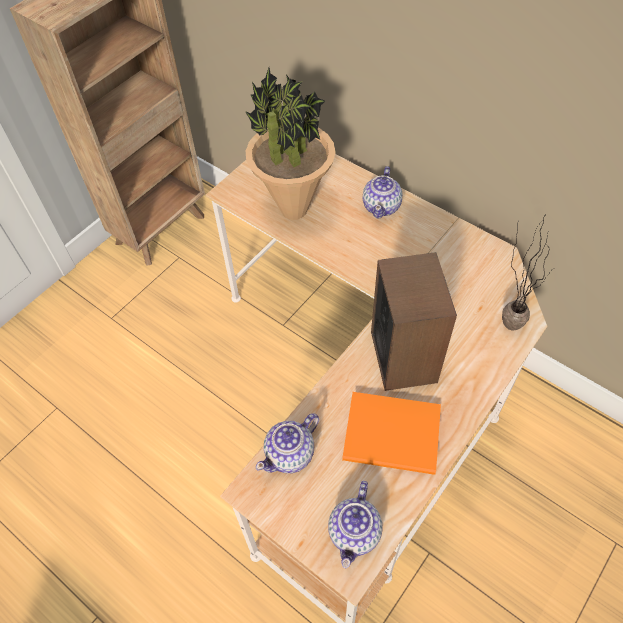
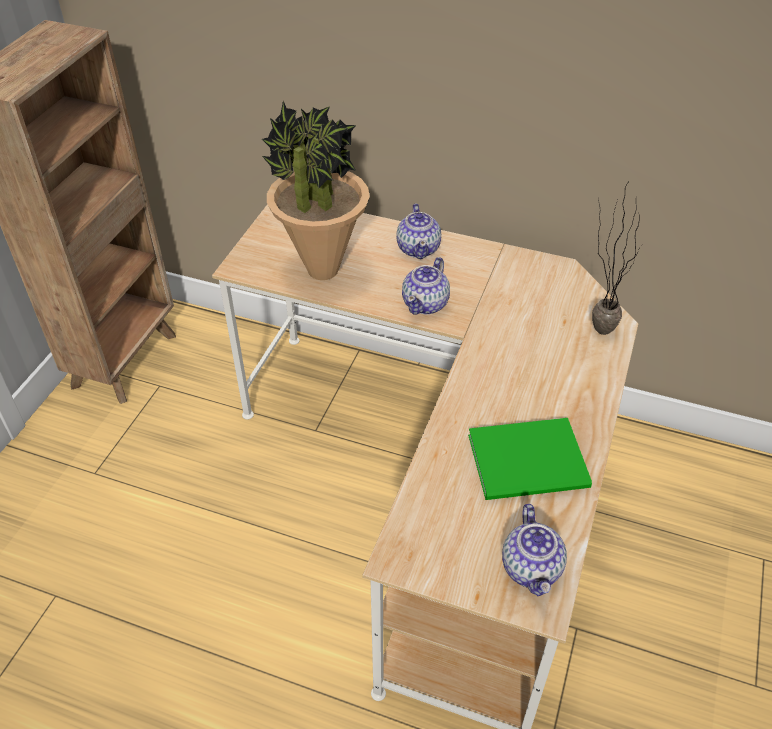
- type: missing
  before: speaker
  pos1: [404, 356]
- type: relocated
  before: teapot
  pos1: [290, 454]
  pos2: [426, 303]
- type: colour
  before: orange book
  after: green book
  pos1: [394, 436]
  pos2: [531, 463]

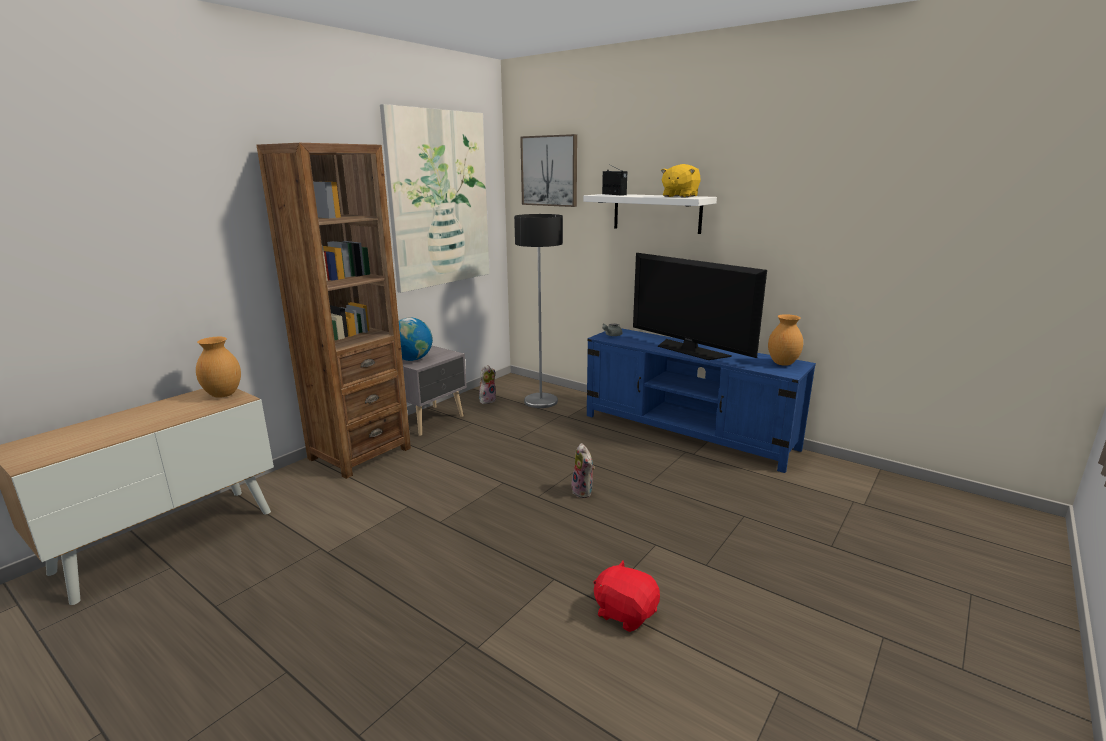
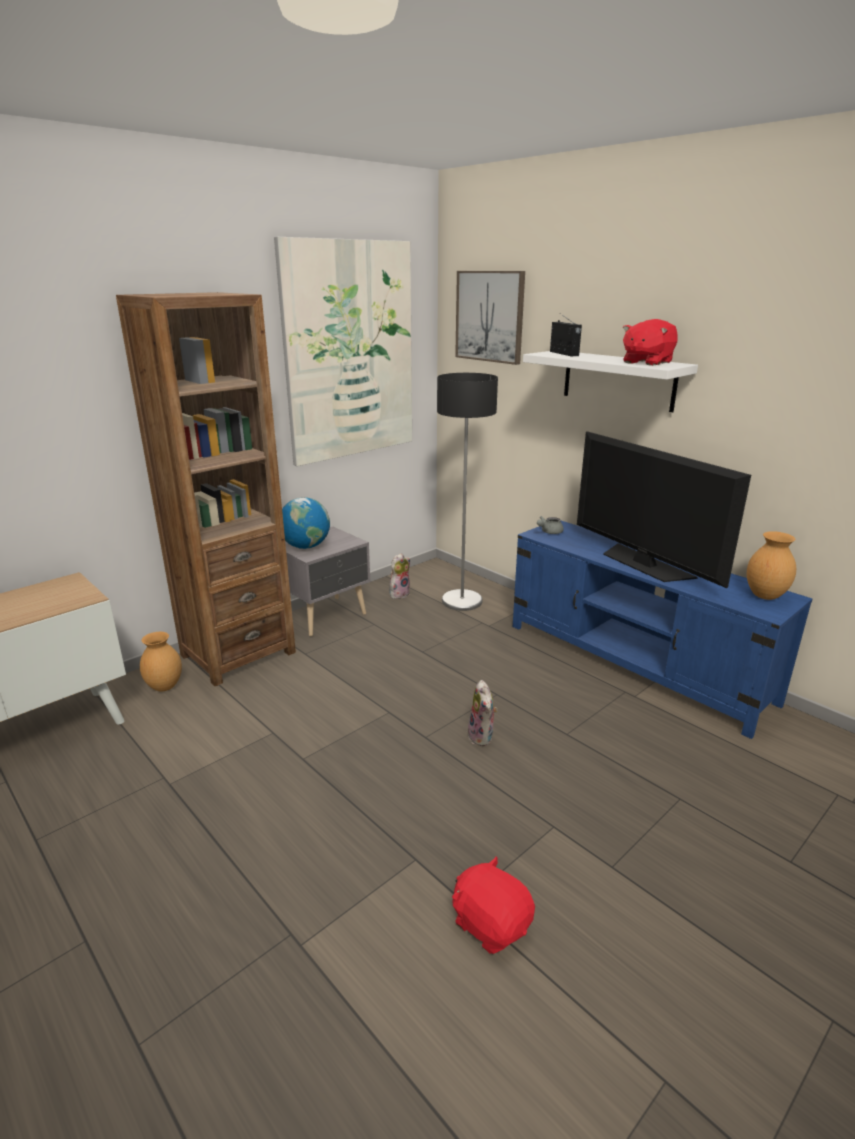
- type: relocated
  before: brown vase
  pos1: [224, 394]
  pos2: [165, 686]
- type: colour
  before: yellow plush toy
  after: red plush toy
  pos1: [679, 196]
  pos2: [646, 362]

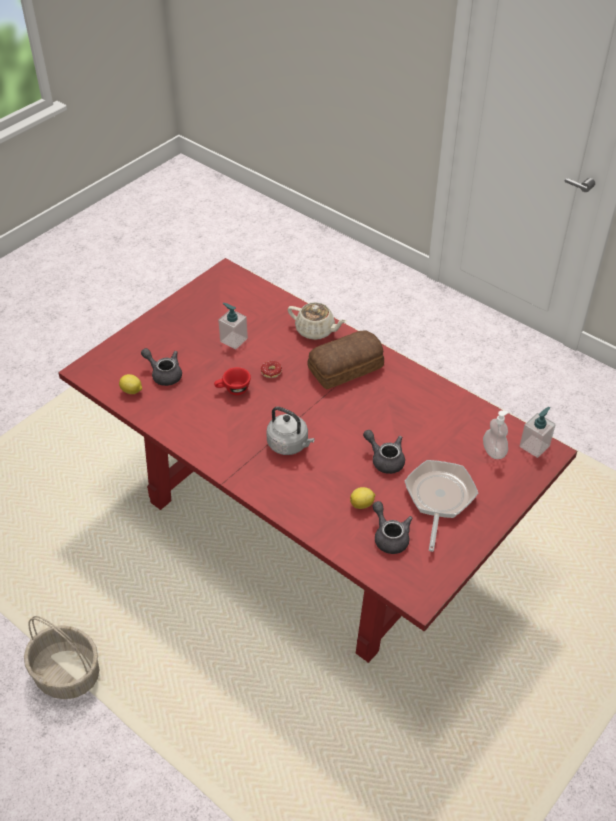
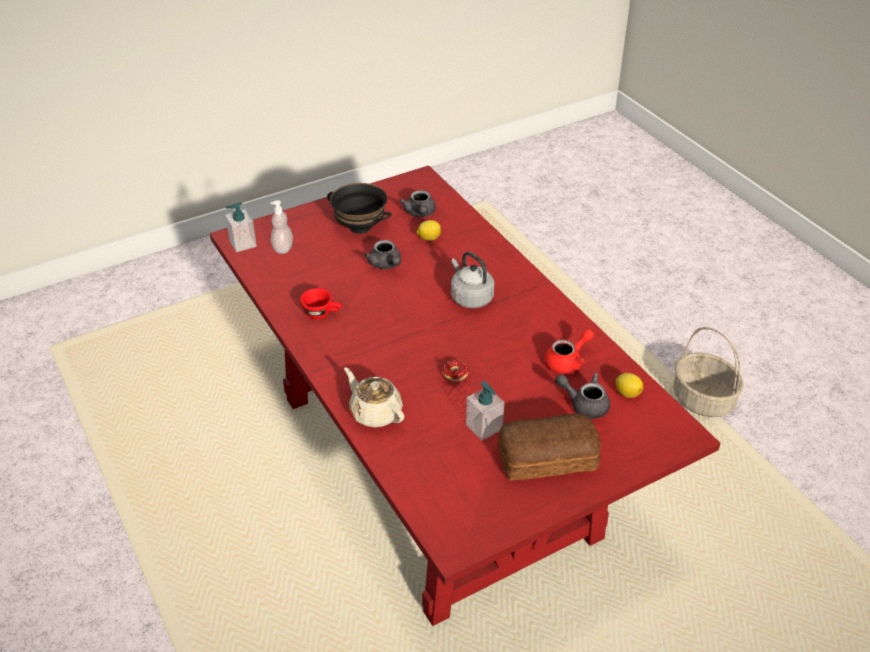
- type: appeared
  after: red teapot
  pos2: [567, 361]
- type: relocated
  before: red cup
  pos1: [233, 390]
  pos2: [322, 313]
- type: relocated
  before: bread
  pos1: [347, 368]
  pos2: [545, 456]
- type: exchanged
  before: frying pan
  after: black bowl
  pos1: [439, 499]
  pos2: [360, 227]
- type: spun
  before: grey teapot
  pos1: [164, 374]
  pos2: [584, 404]
  turn: 150

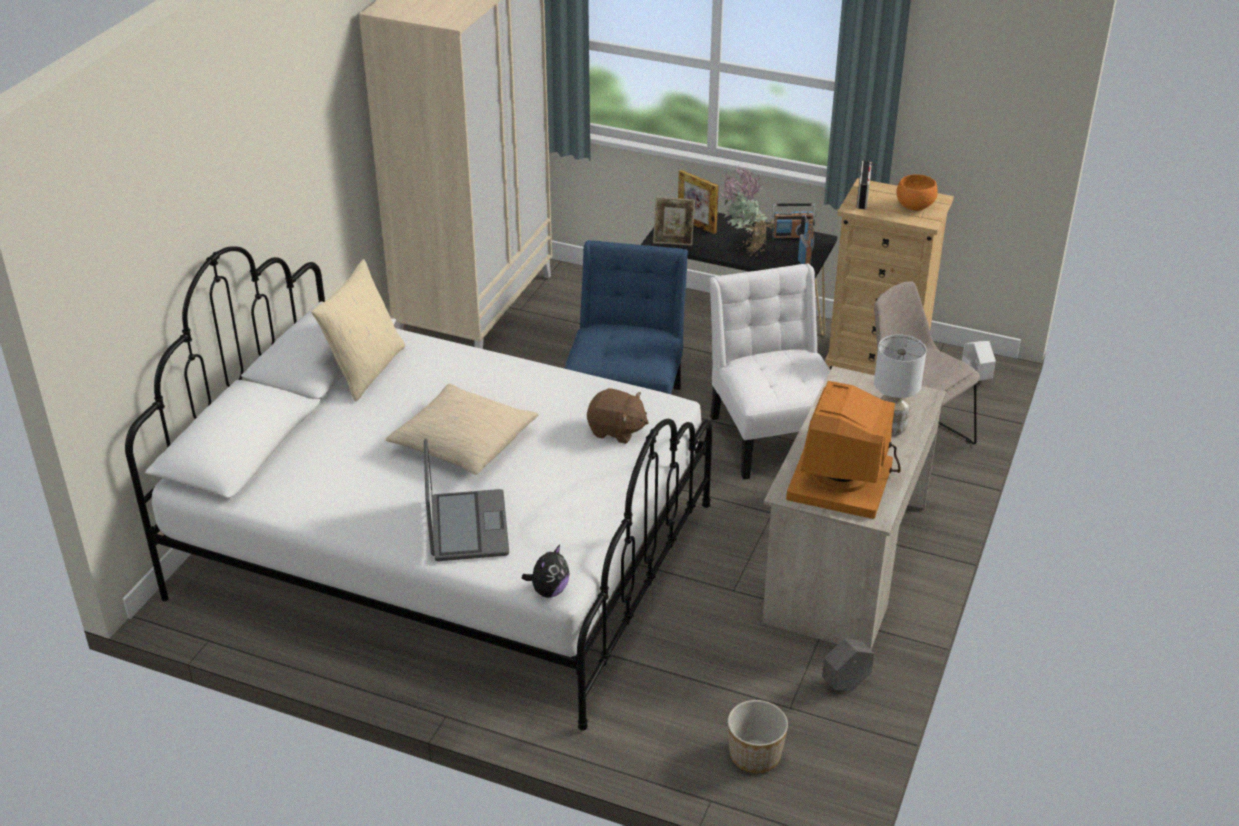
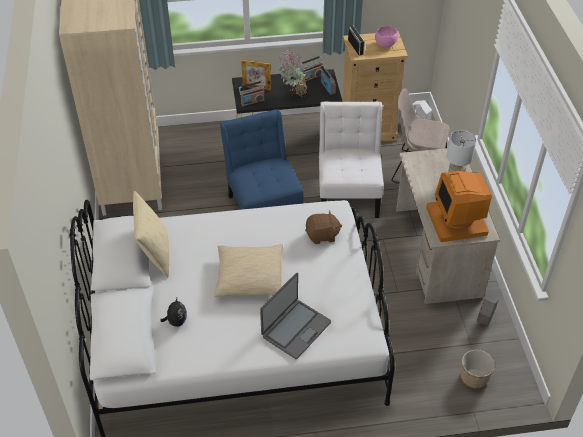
- type: relocated
  before: plush toy
  pos1: [549, 591]
  pos2: [176, 321]
- type: exchanged
  before: picture frame
  after: radio
  pos1: [673, 240]
  pos2: [252, 102]
- type: colour
  before: orange bowl
  after: pink bowl
  pos1: [914, 206]
  pos2: [385, 44]
- type: spun
  before: laptop
  pos1: [467, 527]
  pos2: [295, 329]
  turn: 75
- type: spun
  before: white chair
  pos1: [771, 434]
  pos2: [348, 193]
  turn: 45

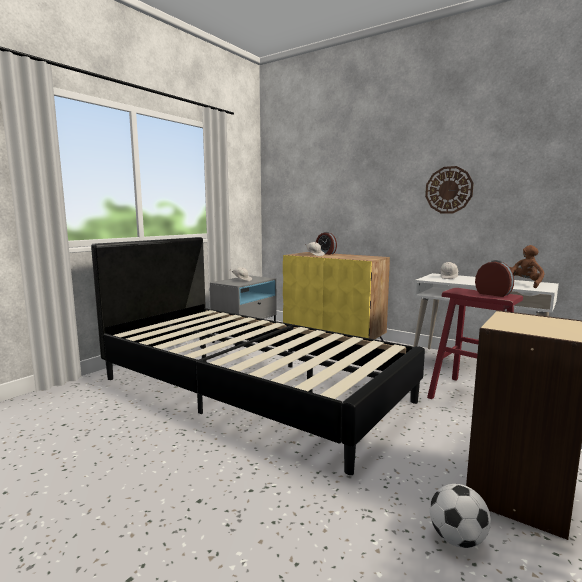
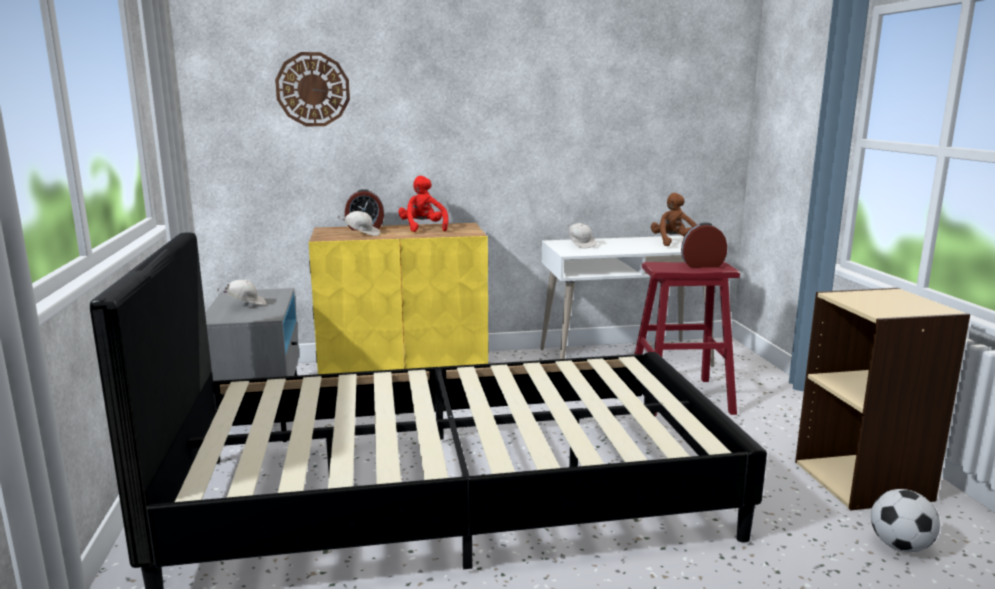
- type: appeared
  after: red plush toy
  pos2: [423, 228]
- type: relocated
  before: wall clock
  pos1: [448, 190]
  pos2: [313, 89]

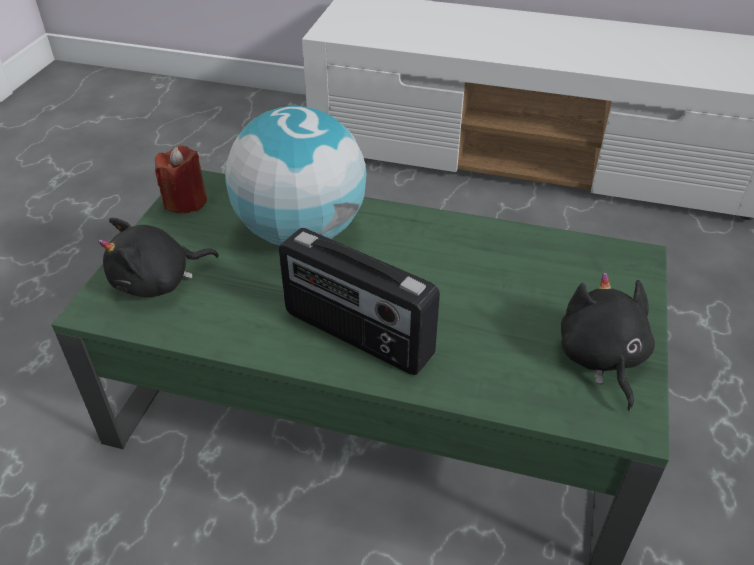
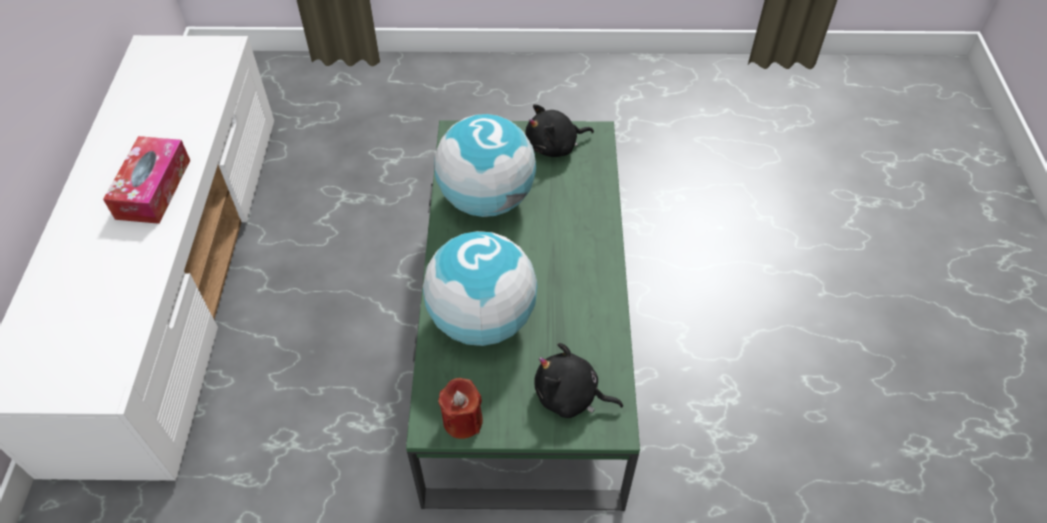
- type: missing
  before: radio
  pos1: [356, 335]
- type: appeared
  after: tissue box
  pos2: [153, 189]
- type: appeared
  after: globe
  pos2: [486, 199]
- type: spun
  before: black plush toy
  pos1: [158, 281]
  pos2: [570, 396]
  turn: 150

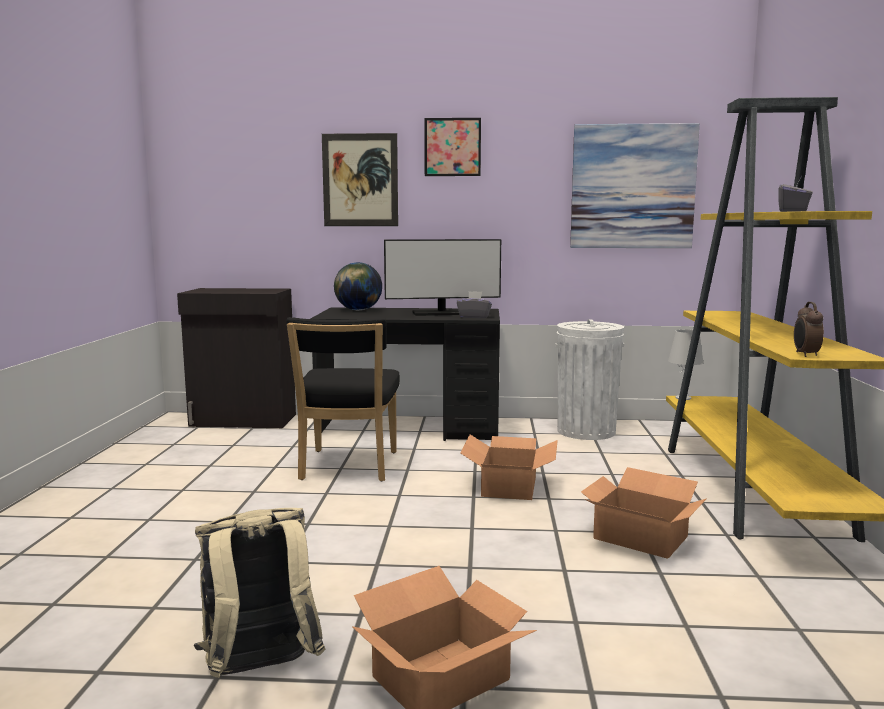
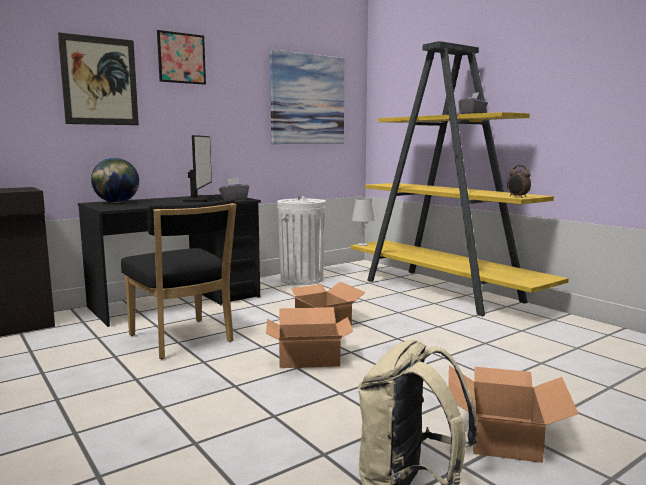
- type: relocated
  before: cardboard box
  pos1: [640, 537]
  pos2: [308, 357]
- type: spun
  before: monitor
  pos1: [442, 313]
  pos2: [199, 199]
  turn: -45

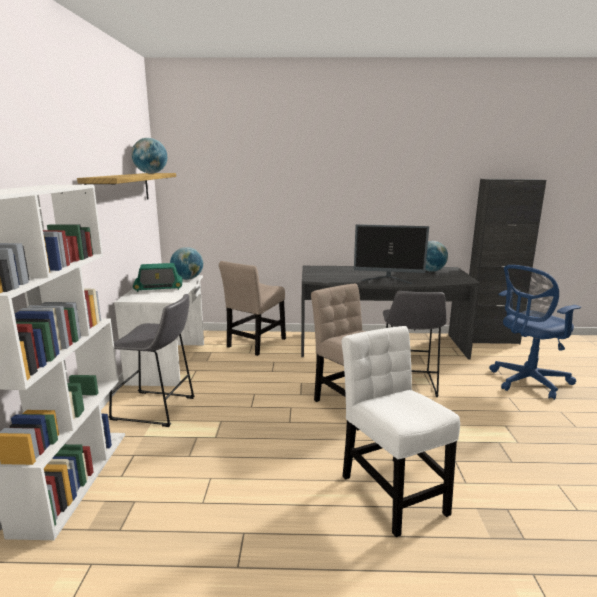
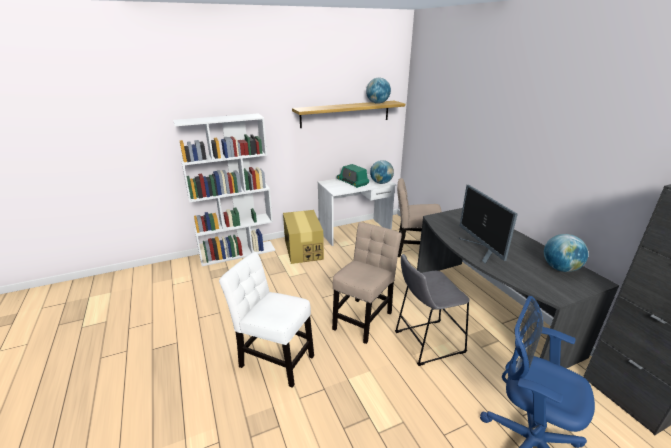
- type: exchanged
  before: grey stool
  after: cardboard box
  pos1: [157, 409]
  pos2: [303, 249]
- type: spun
  before: white chair
  pos1: [391, 490]
  pos2: [274, 359]
  turn: -105

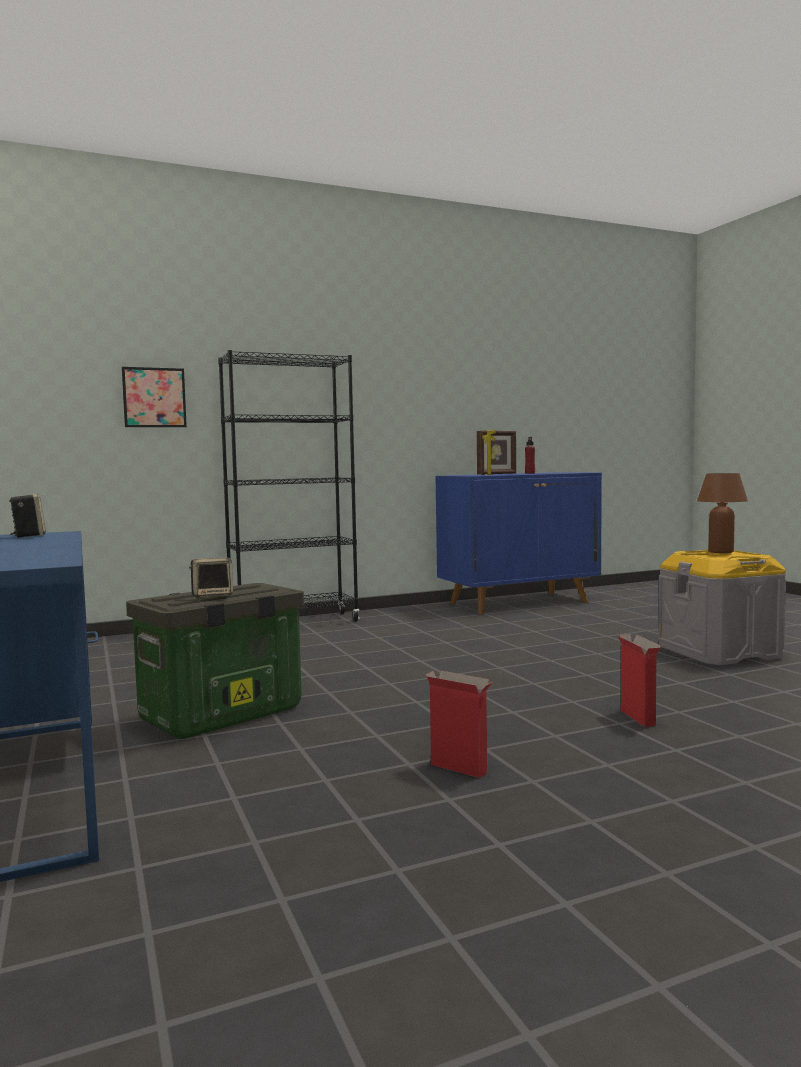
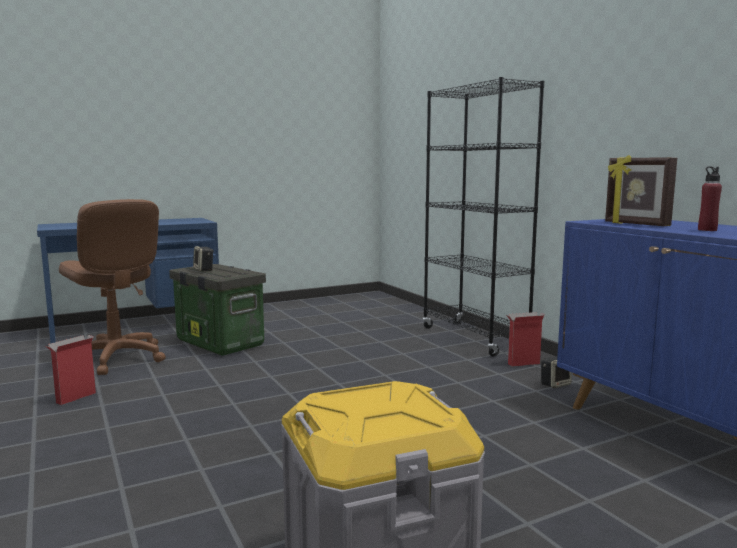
- type: missing
  before: picture
  pos1: [154, 397]
- type: missing
  before: brown table lamp
  pos1: [721, 552]
- type: appeared
  after: brown office chair
  pos2: [116, 358]
- type: relocated
  before: speaker
  pos1: [28, 536]
  pos2: [555, 384]
- type: relocated
  before: cardboard box
  pos1: [638, 718]
  pos2: [523, 364]

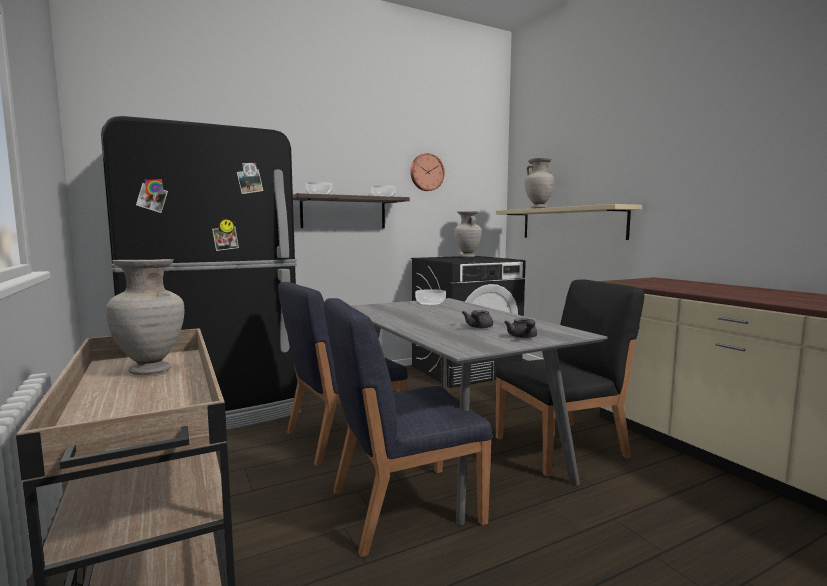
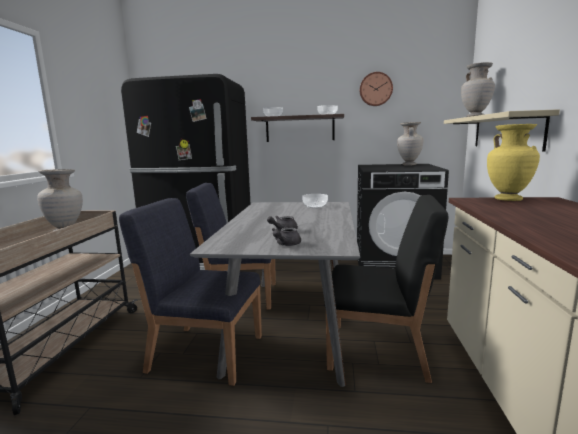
- type: appeared
  after: yellow vase
  pos2: [508, 199]

